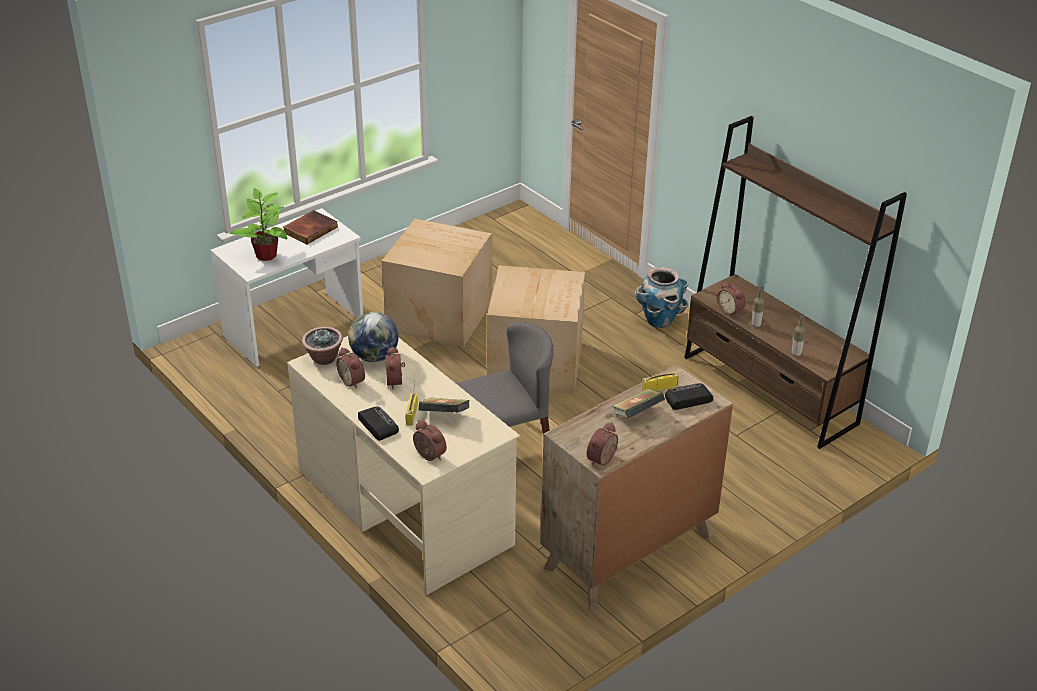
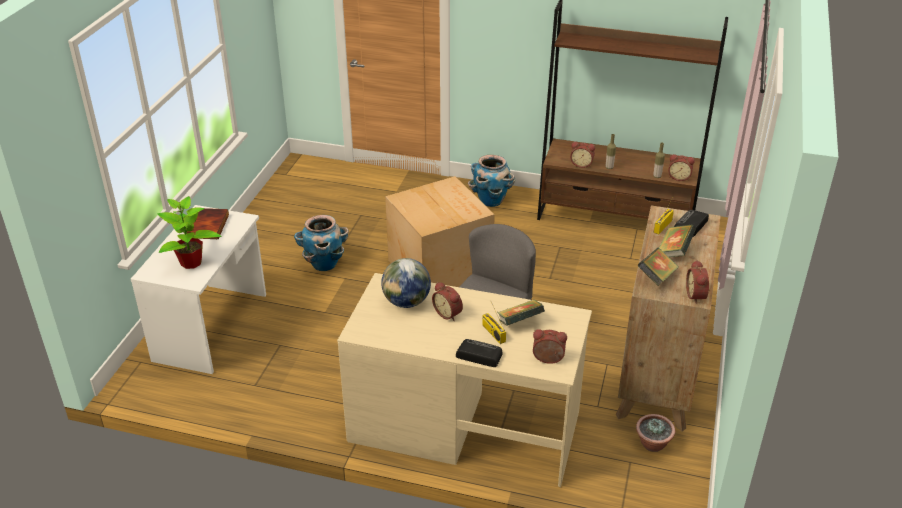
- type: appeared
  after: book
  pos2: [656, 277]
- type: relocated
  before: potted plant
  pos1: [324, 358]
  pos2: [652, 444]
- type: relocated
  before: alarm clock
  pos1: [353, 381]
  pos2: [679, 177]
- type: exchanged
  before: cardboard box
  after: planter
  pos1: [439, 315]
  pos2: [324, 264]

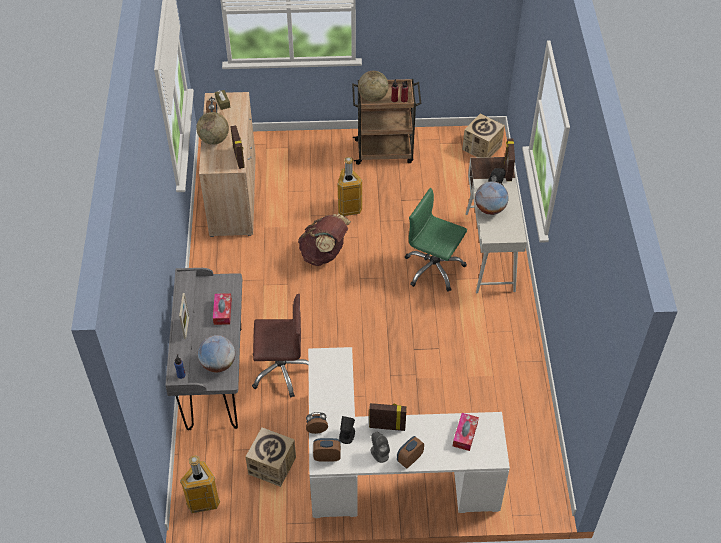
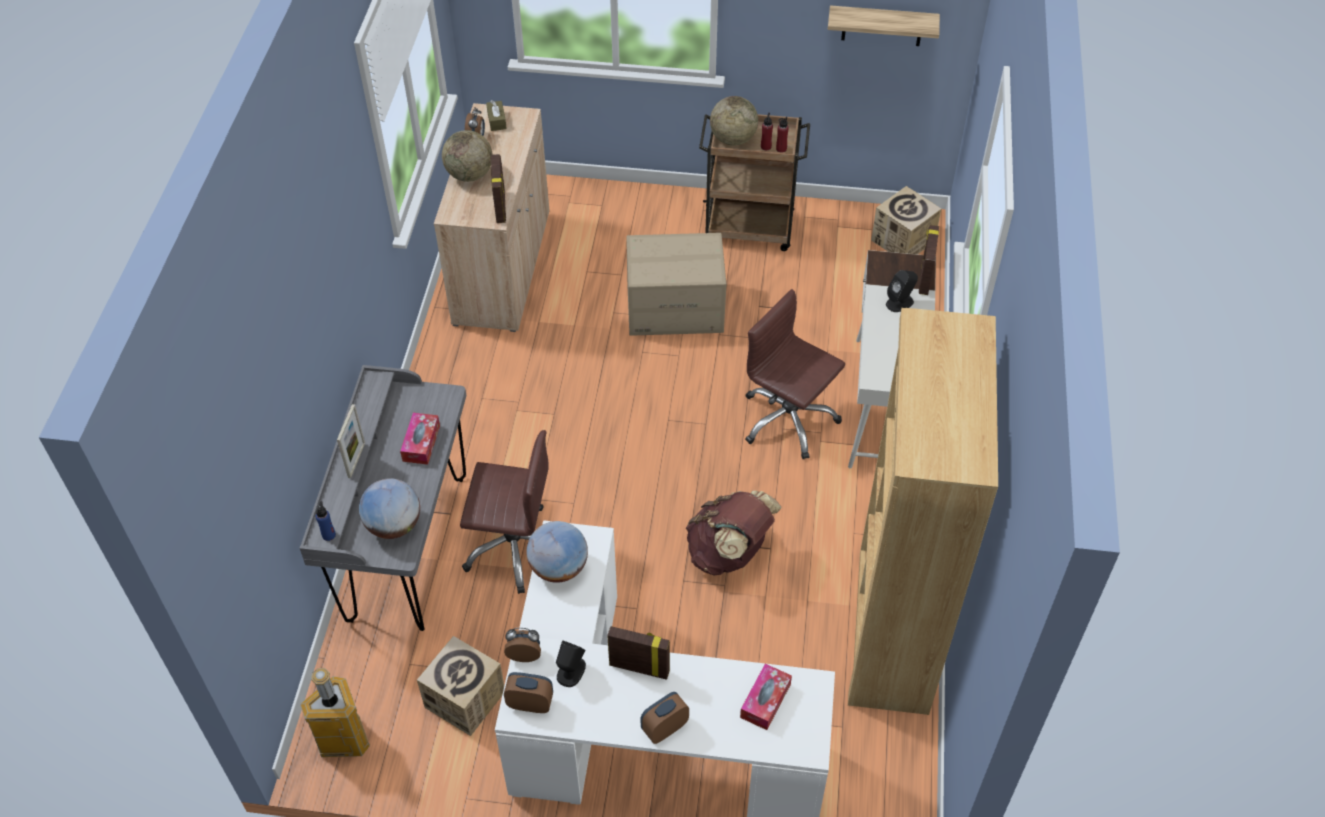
- type: missing
  before: grey speaker
  pos1: [379, 453]
- type: appeared
  after: shelf
  pos2: [882, 26]
- type: appeared
  after: brown bookcase
  pos2: [891, 631]
- type: relocated
  before: brown backpack
  pos1: [324, 254]
  pos2: [729, 553]
- type: relocated
  before: globe
  pos1: [490, 209]
  pos2: [558, 568]
- type: exchanged
  before: trash can
  after: cardboard box
  pos1: [349, 207]
  pos2: [675, 308]
- type: colour
  before: green office chair
  after: brown office chair
  pos1: [433, 269]
  pos2: [788, 420]

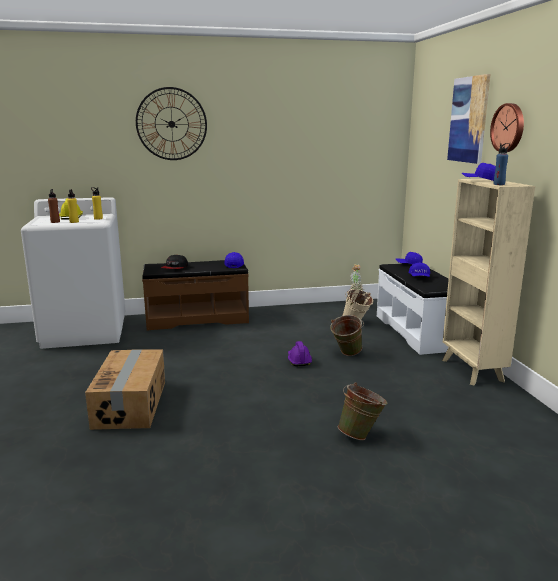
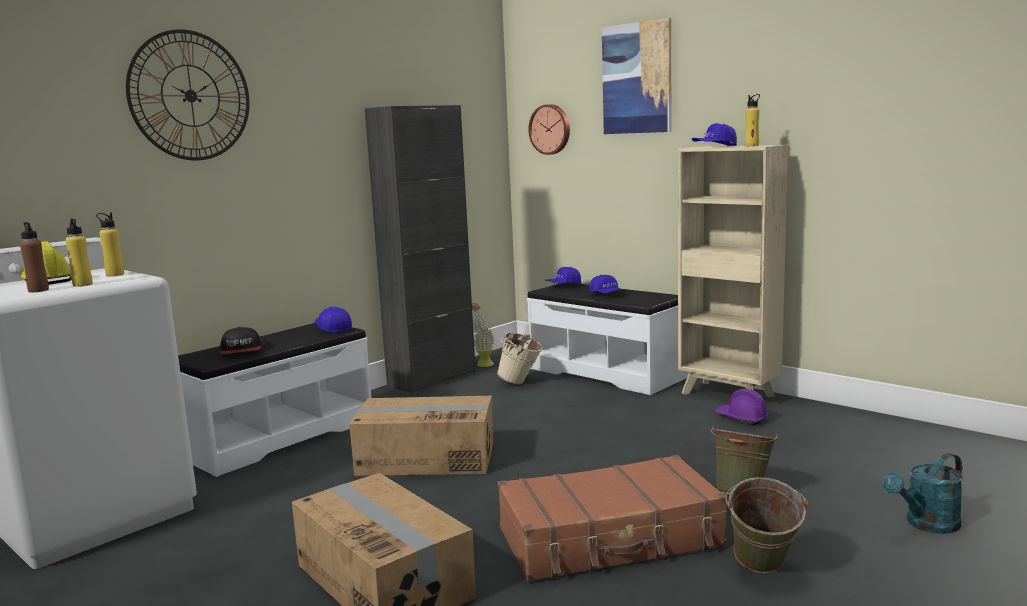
- type: appeared
  after: cardboard box
  pos2: [426, 458]
- type: appeared
  after: black cabinet
  pos2: [432, 379]
- type: appeared
  after: brown suitcase
  pos2: [611, 539]
- type: appeared
  after: turquoise watering can
  pos2: [926, 525]
- type: relocated
  before: purple hard hat
  pos1: [298, 360]
  pos2: [741, 418]
- type: relocated
  before: green bucket
  pos1: [346, 354]
  pos2: [762, 571]
- type: relocated
  before: wall clock
  pos1: [509, 128]
  pos2: [550, 129]
- type: colour
  before: brown bench
  after: white bench
  pos1: [197, 318]
  pos2: [278, 437]
- type: colour
  before: blue bottle
  after: yellow bottle
  pos1: [499, 184]
  pos2: [751, 146]

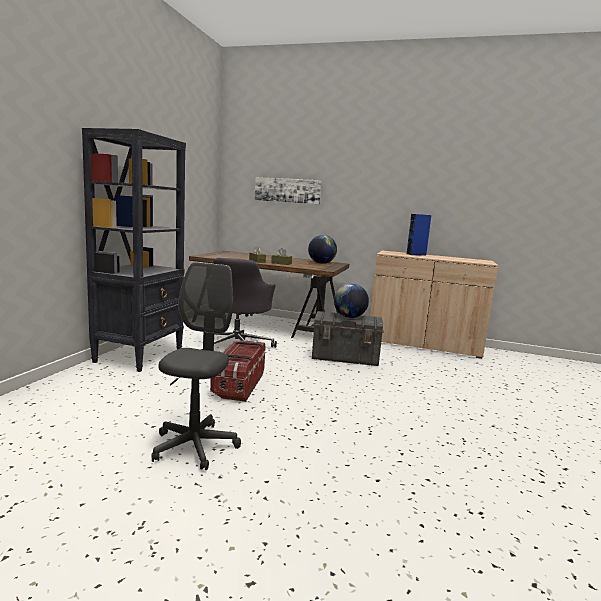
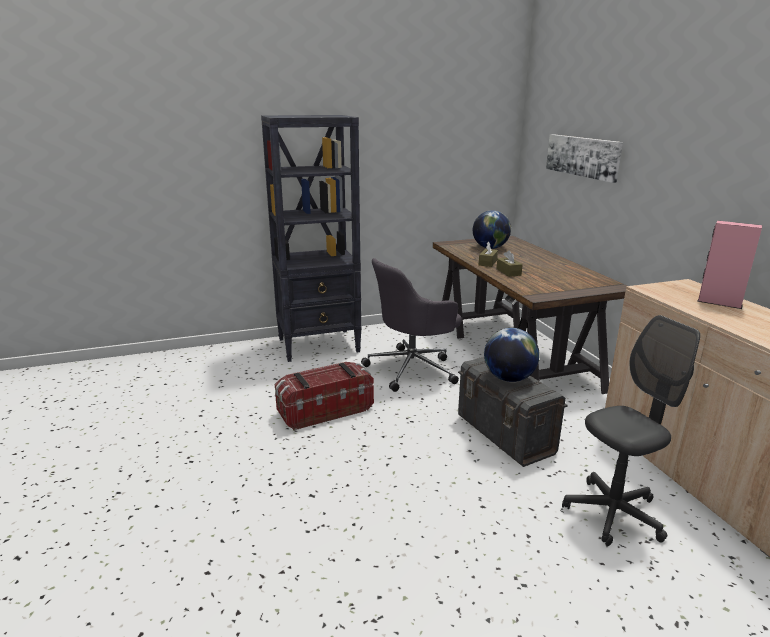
- type: relocated
  before: grey office chair
  pos1: [195, 446]
  pos2: [613, 514]
- type: relocated
  before: globe
  pos1: [321, 263]
  pos2: [490, 248]
- type: colour
  before: blue speaker
  after: pink speaker
  pos1: [416, 254]
  pos2: [719, 302]

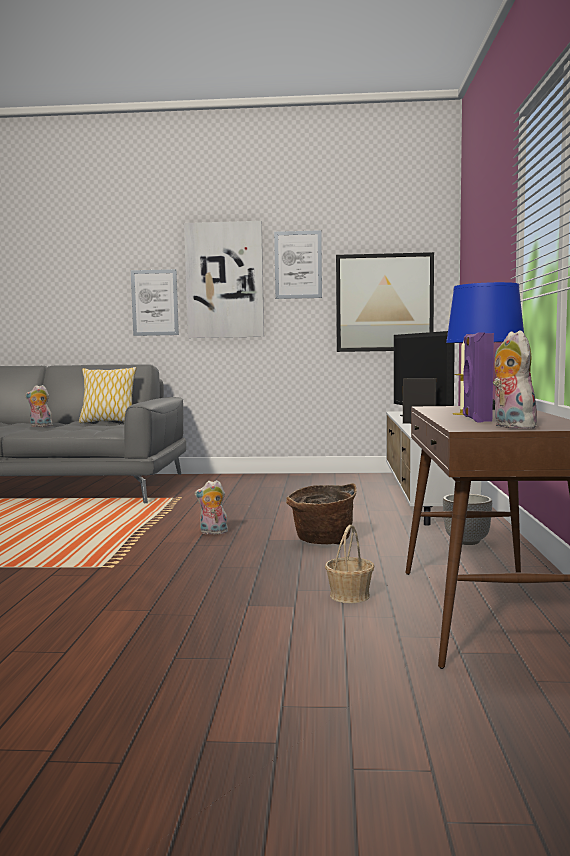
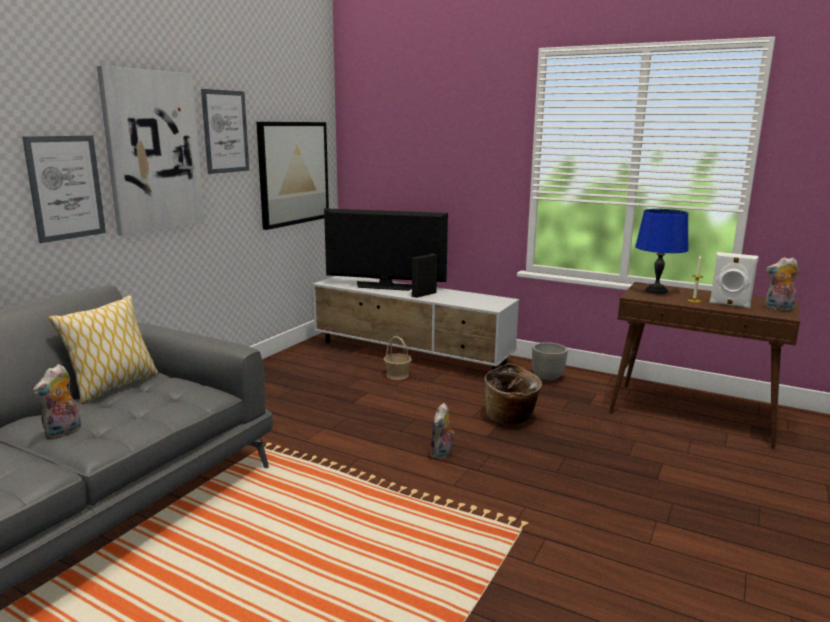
- type: relocated
  before: basket
  pos1: [350, 595]
  pos2: [397, 375]
- type: colour
  before: purple speaker
  after: white speaker
  pos1: [475, 419]
  pos2: [729, 305]

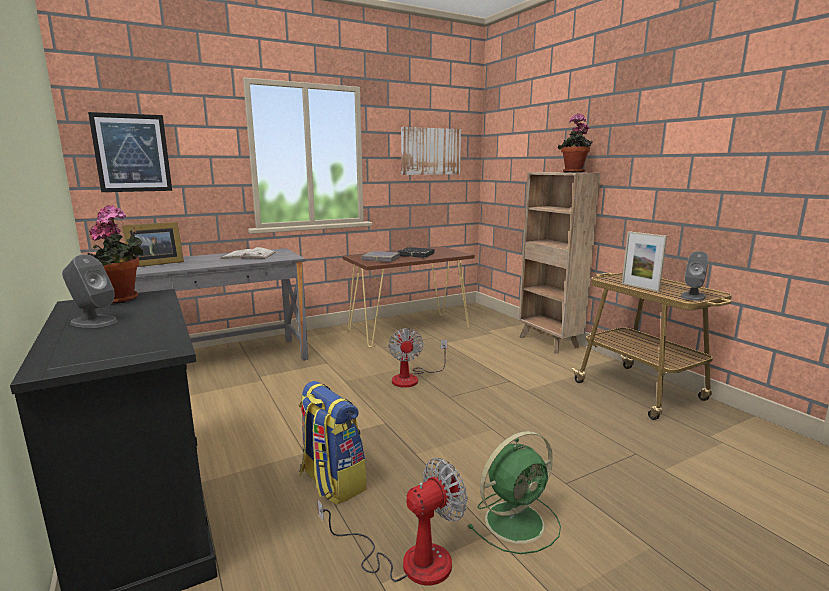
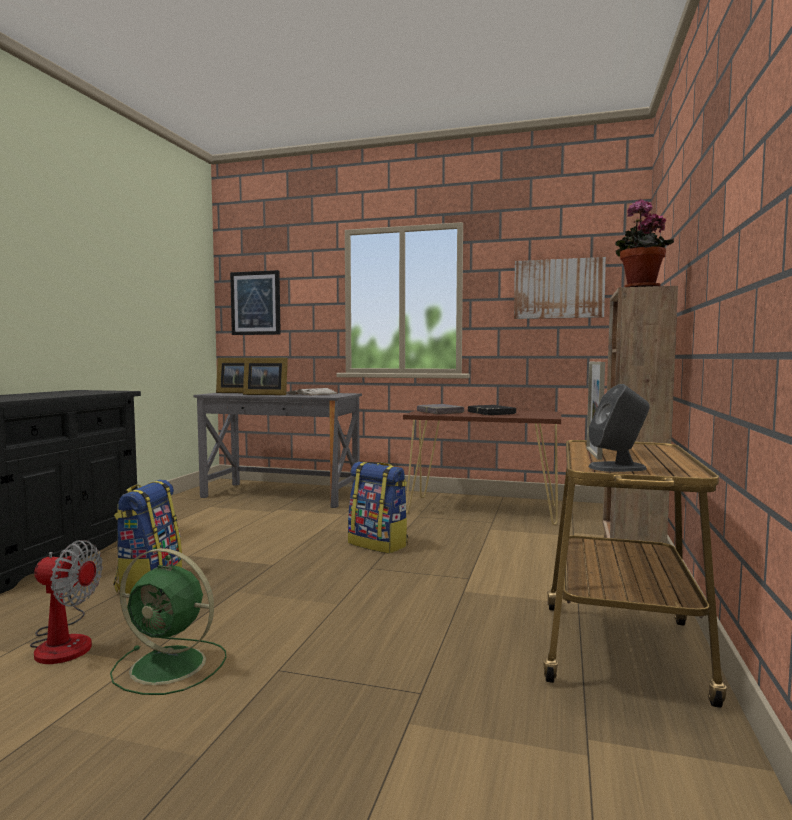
- type: missing
  before: grey speaker
  pos1: [93, 322]
- type: missing
  before: potted plant
  pos1: [122, 299]
- type: appeared
  after: picture frame
  pos2: [265, 394]
- type: exchanged
  before: fan
  after: backpack
  pos1: [412, 378]
  pos2: [379, 544]

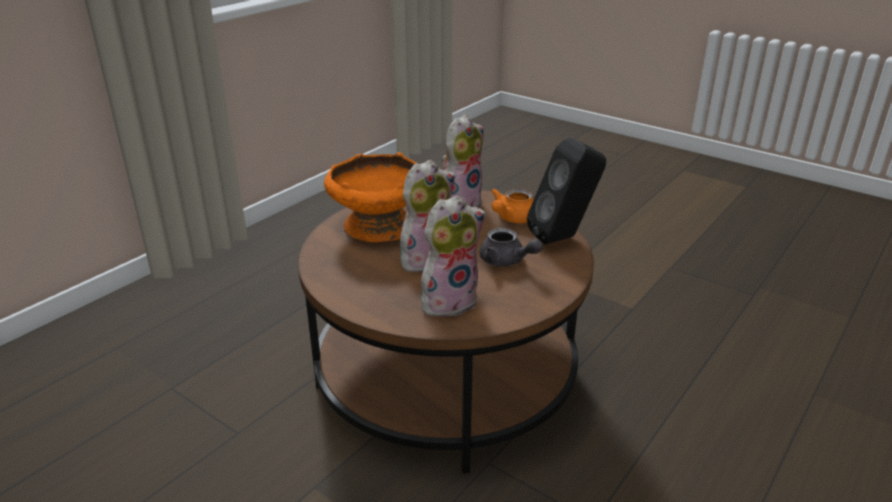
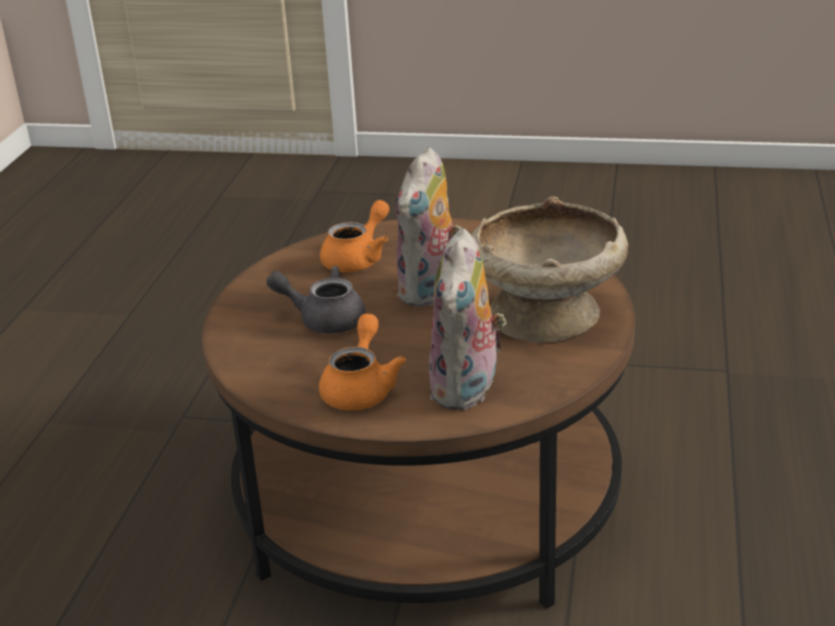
- type: missing
  before: black speaker
  pos1: [564, 238]
- type: exchanged
  before: plush toy
  after: orange teapot
  pos1: [449, 301]
  pos2: [358, 259]
- type: colour
  before: orange bowl
  after: beige bowl
  pos1: [378, 225]
  pos2: [547, 316]

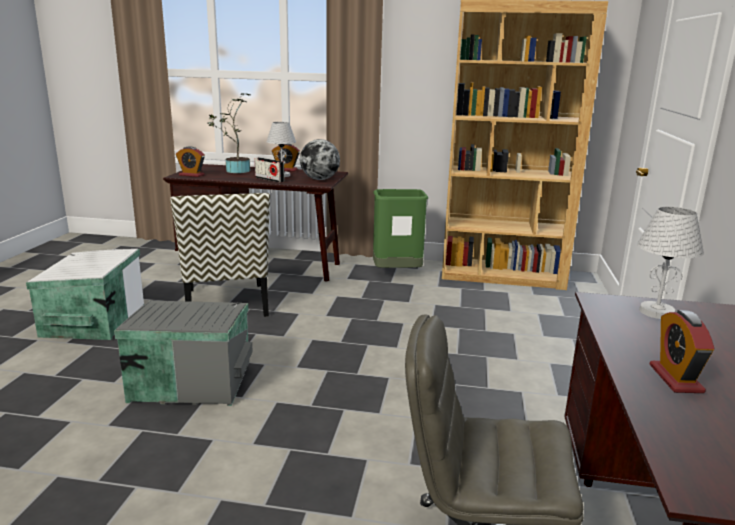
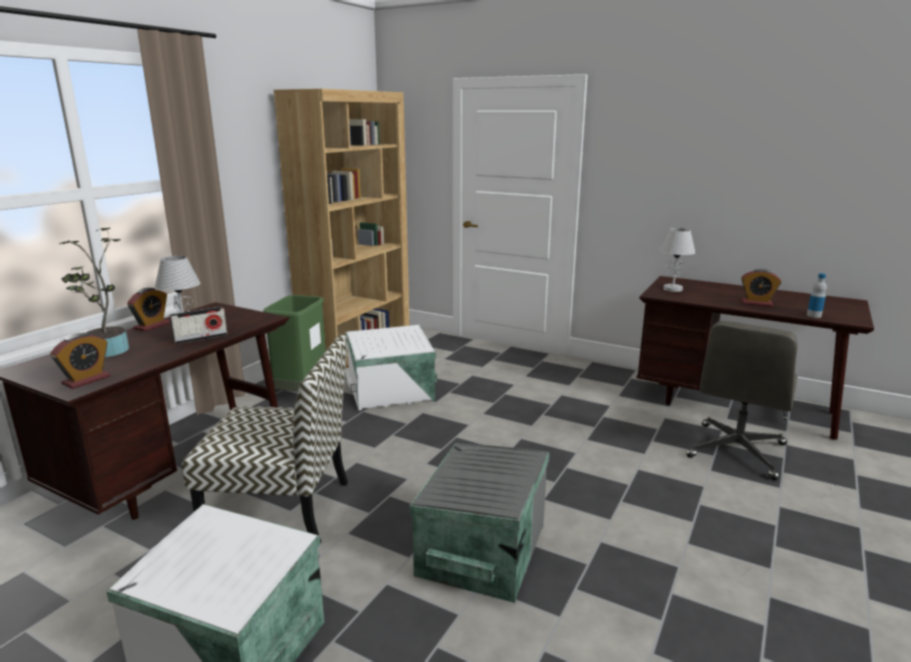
- type: missing
  before: globe
  pos1: [319, 179]
- type: appeared
  after: white storage box
  pos2: [392, 392]
- type: appeared
  after: bottle
  pos2: [814, 315]

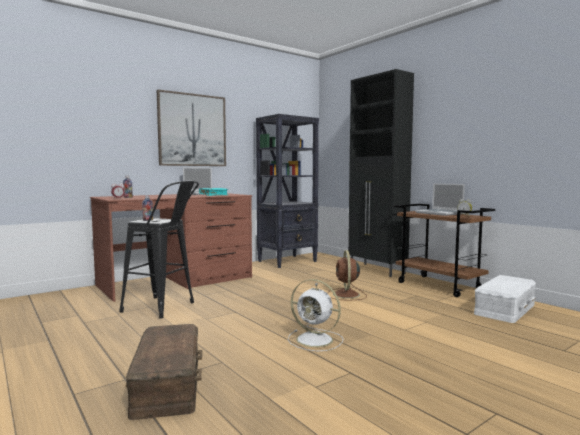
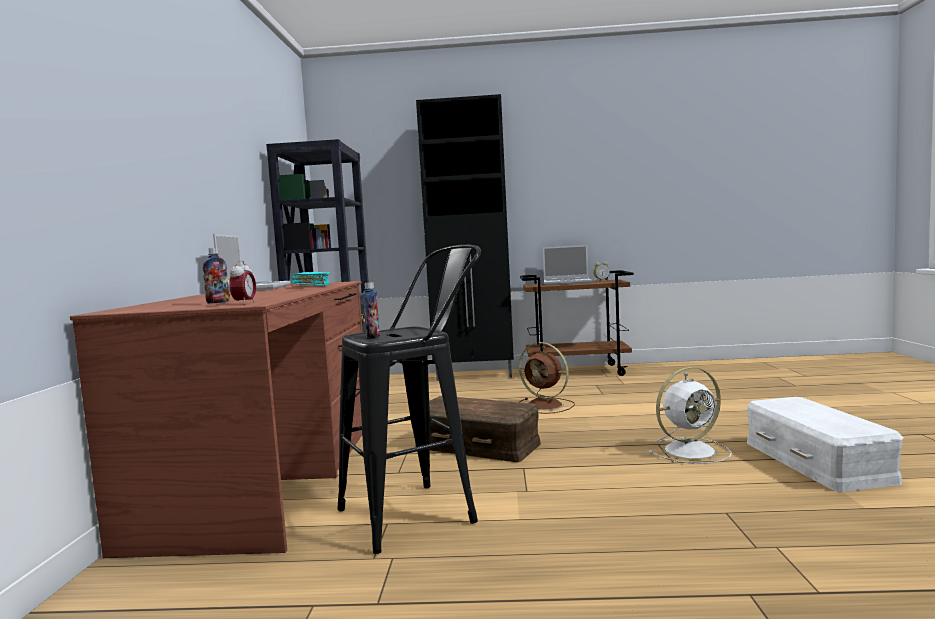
- type: missing
  before: picture
  pos1: [192, 130]
- type: relocated
  before: brown storage box
  pos1: [166, 384]
  pos2: [476, 445]
- type: relocated
  before: white storage box
  pos1: [505, 309]
  pos2: [817, 461]

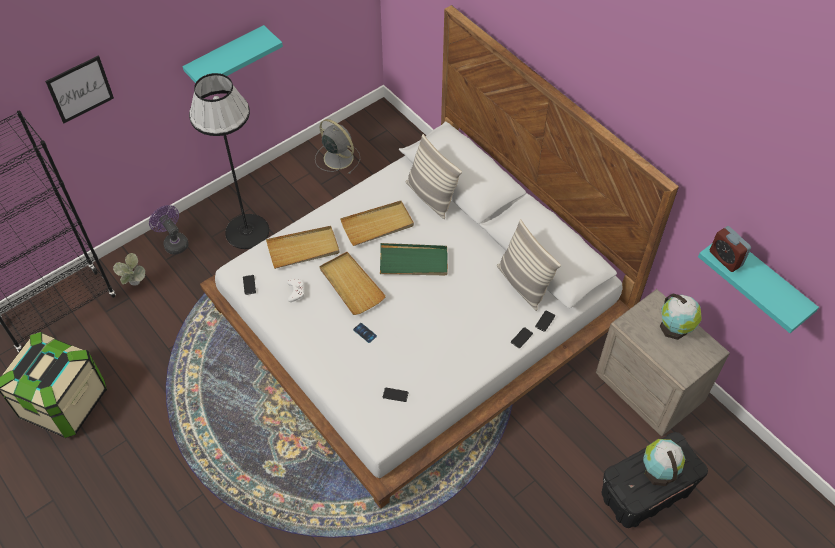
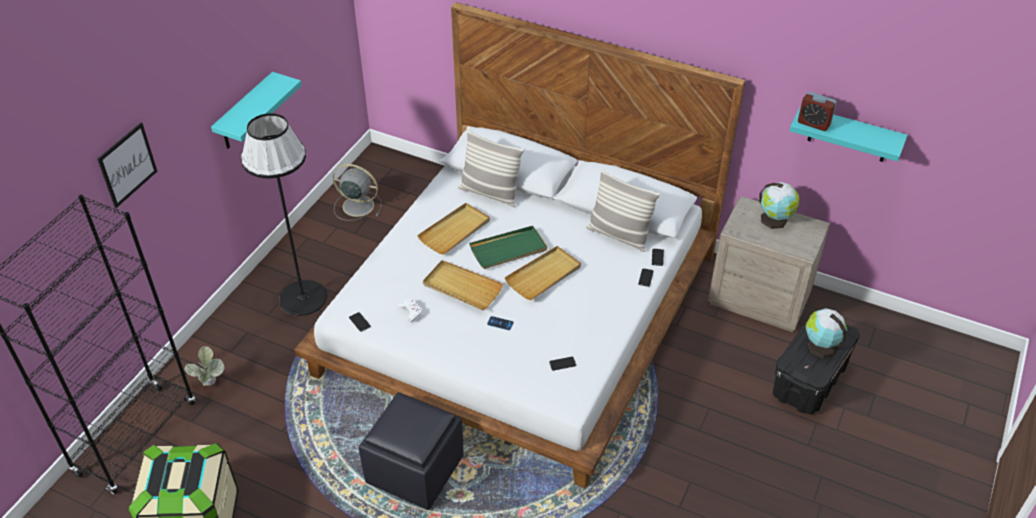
- type: missing
  before: purple fan
  pos1: [174, 242]
- type: appeared
  after: black ottoman
  pos2: [416, 469]
- type: relocated
  before: beige tray
  pos1: [303, 249]
  pos2: [544, 275]

